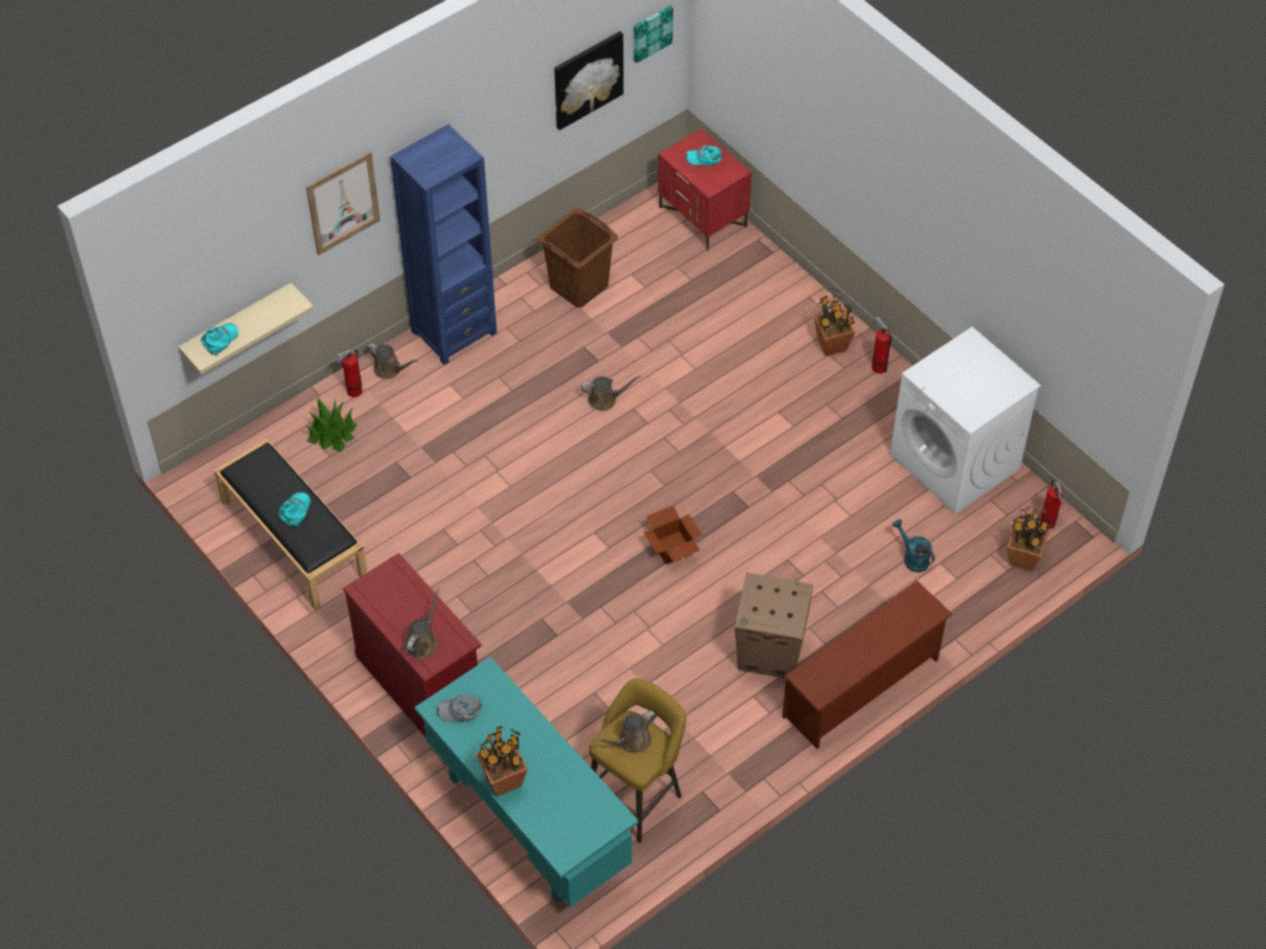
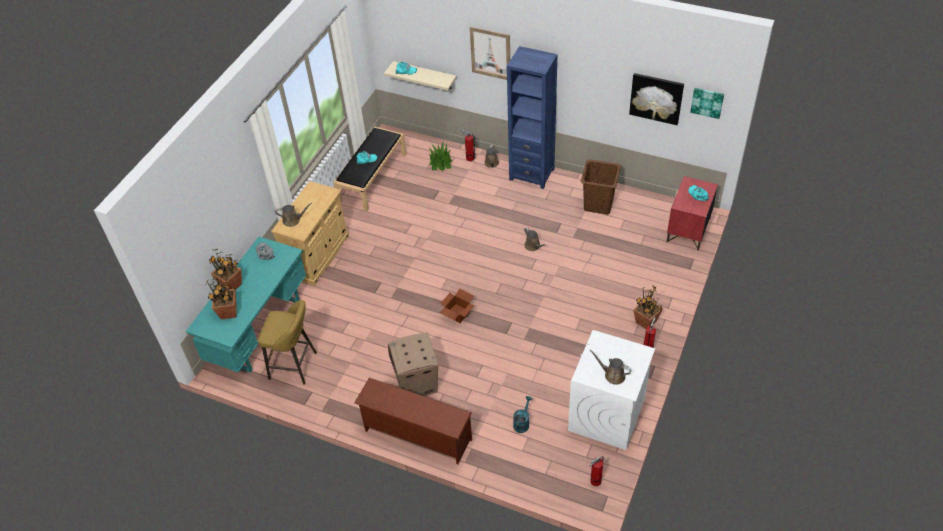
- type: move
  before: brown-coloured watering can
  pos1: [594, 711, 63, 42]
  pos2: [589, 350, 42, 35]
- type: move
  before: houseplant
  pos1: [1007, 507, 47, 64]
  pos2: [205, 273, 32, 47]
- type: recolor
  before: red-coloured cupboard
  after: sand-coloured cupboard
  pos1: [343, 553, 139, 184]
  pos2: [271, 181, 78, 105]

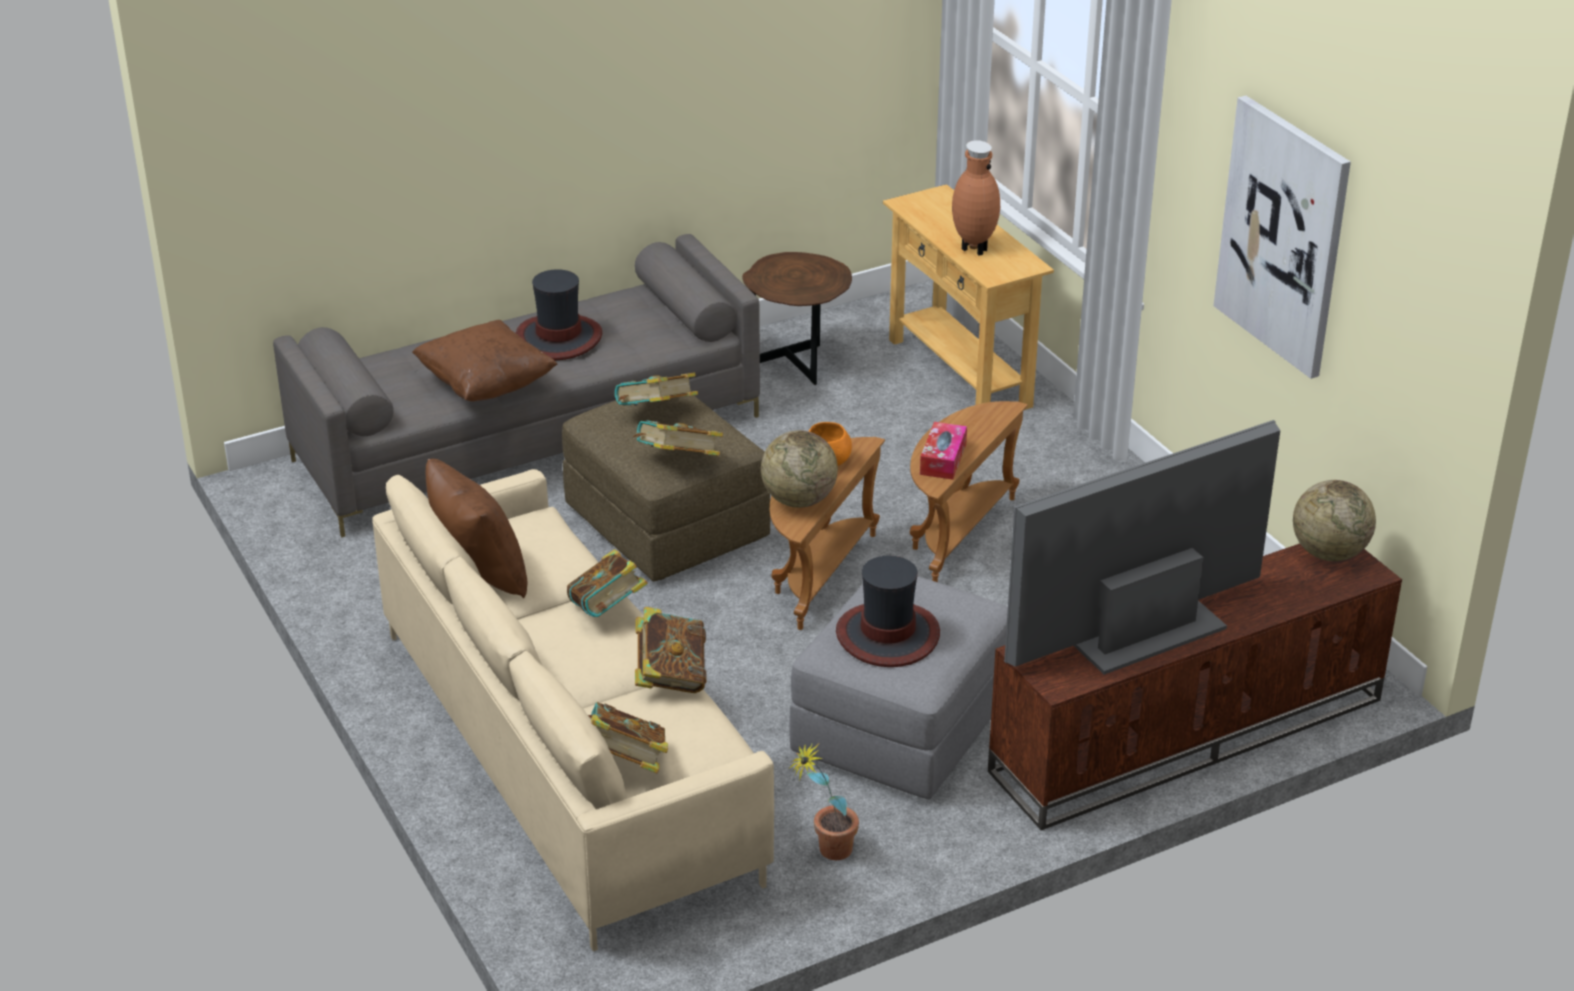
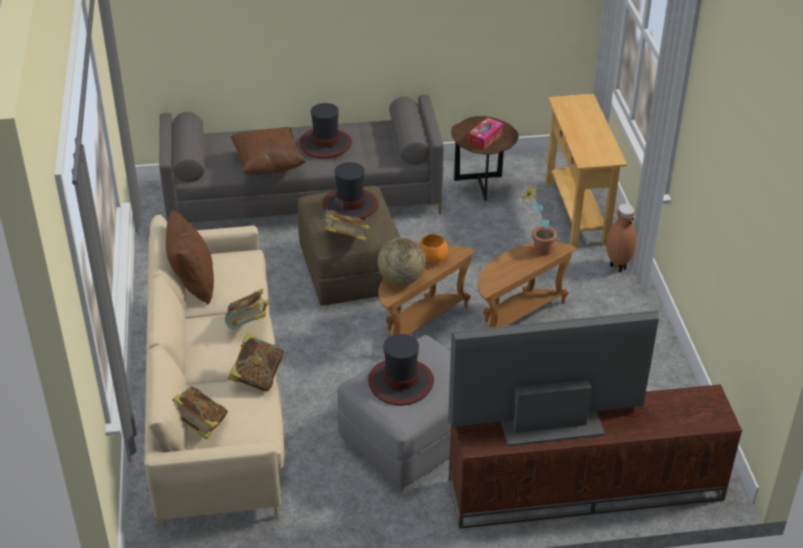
- type: delete
  before: wall picture
  pos1: [1213, 96, 138, 283]
- type: delete
  before: world globe
  pos1: [1293, 480, 83, 81]
- type: move
  before: houseplant
  pos1: [790, 744, 69, 116]
  pos2: [521, 187, 36, 69]
- type: move
  before: box of tissues
  pos1: [920, 422, 47, 58]
  pos2: [468, 117, 36, 33]
- type: move
  before: brown-coloured flower vase
  pos1: [952, 140, 48, 116]
  pos2: [606, 204, 31, 68]
- type: replace
  before: bound book
  after: clothing hat
  pos1: [614, 373, 84, 33]
  pos2: [322, 162, 56, 57]

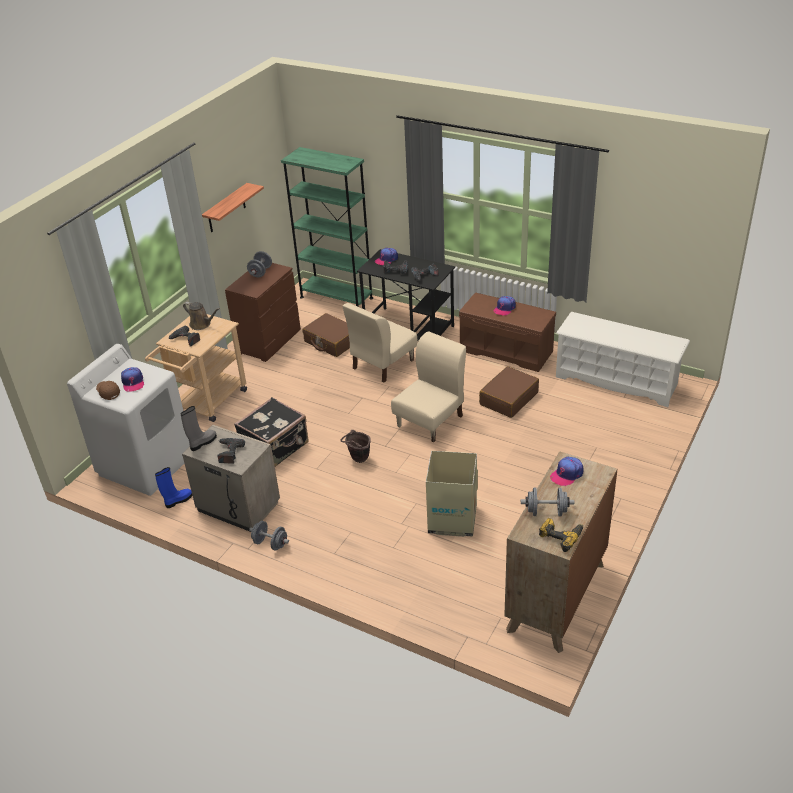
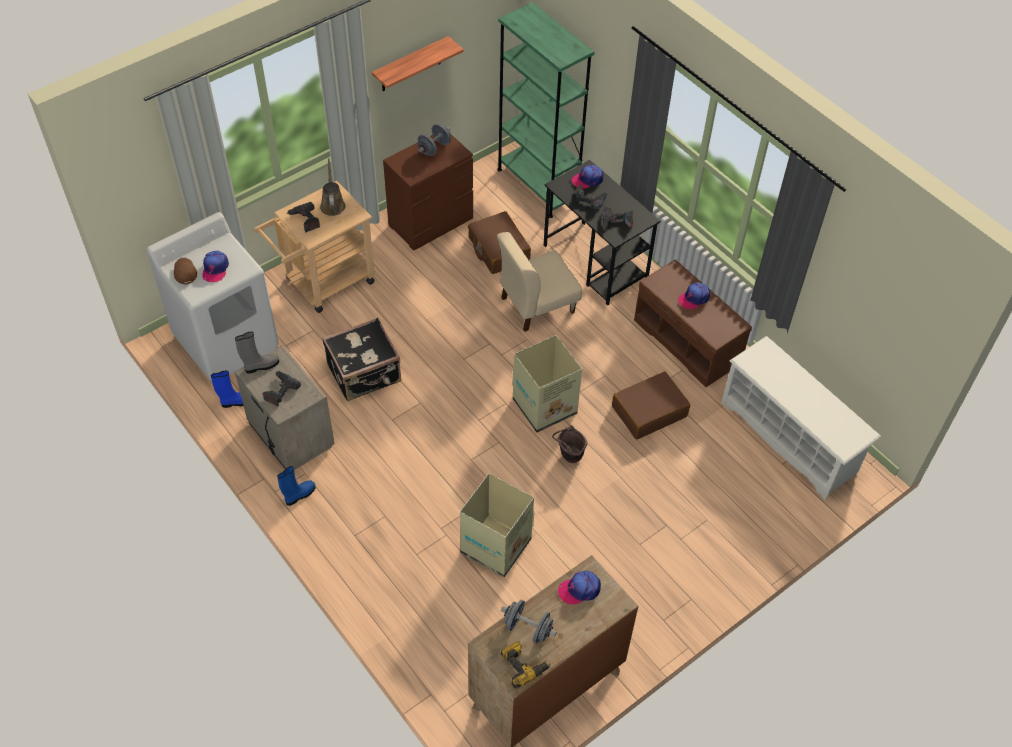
- type: move
  before: brown-coloured bucket
  pos1: [341, 430, 30, 33]
  pos2: [552, 425, 36, 38]
- type: replace
  before: grey hand weight
  after: blue tall boot
  pos1: [249, 521, 40, 29]
  pos2: [277, 466, 38, 40]
- type: replace
  before: sand-coloured chair
  after: packing box
  pos1: [391, 331, 75, 111]
  pos2: [512, 335, 70, 98]
- type: rotate
  before: brown-coloured watering can
  pos1: [183, 302, 37, 28]
  pos2: [320, 158, 26, 58]
  turn: -150

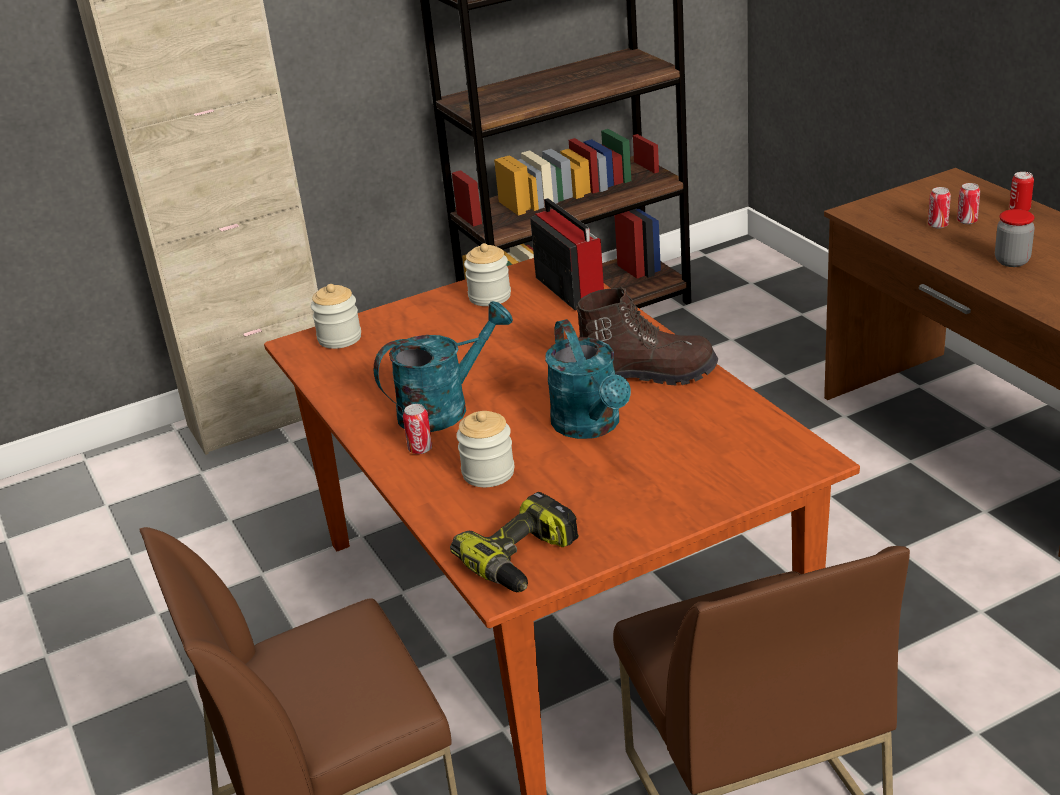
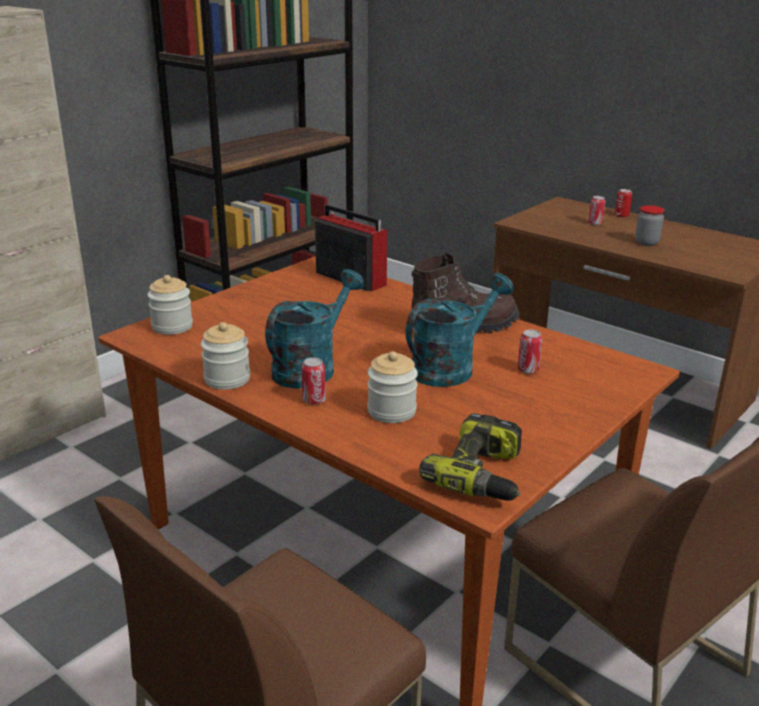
- type: move
  before: jar
  pos1: [464, 243, 47, 63]
  pos2: [201, 322, 49, 68]
- type: move
  before: metal can
  pos1: [928, 187, 23, 41]
  pos2: [518, 329, 24, 45]
- type: rotate
  before: blue-green watering can
  pos1: [545, 319, 86, 120]
  pos2: [406, 273, 108, 114]
  turn: -90

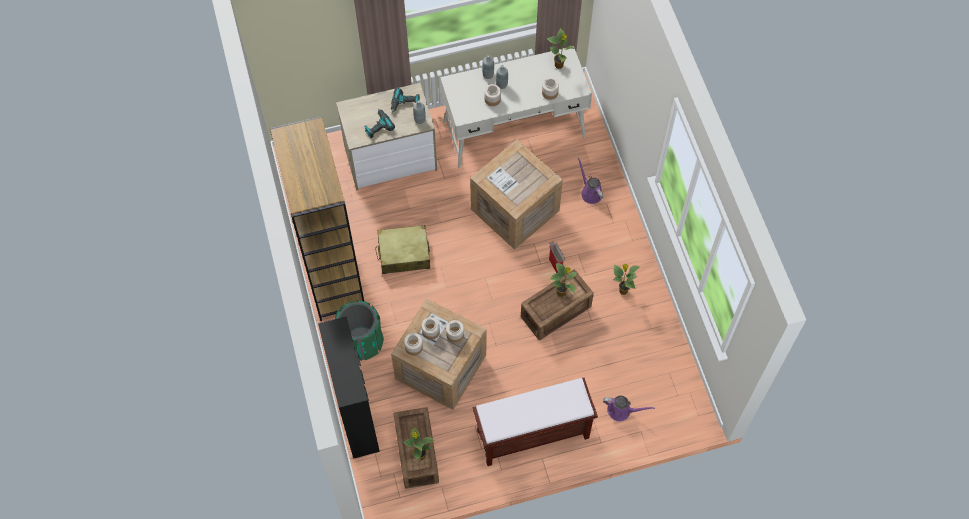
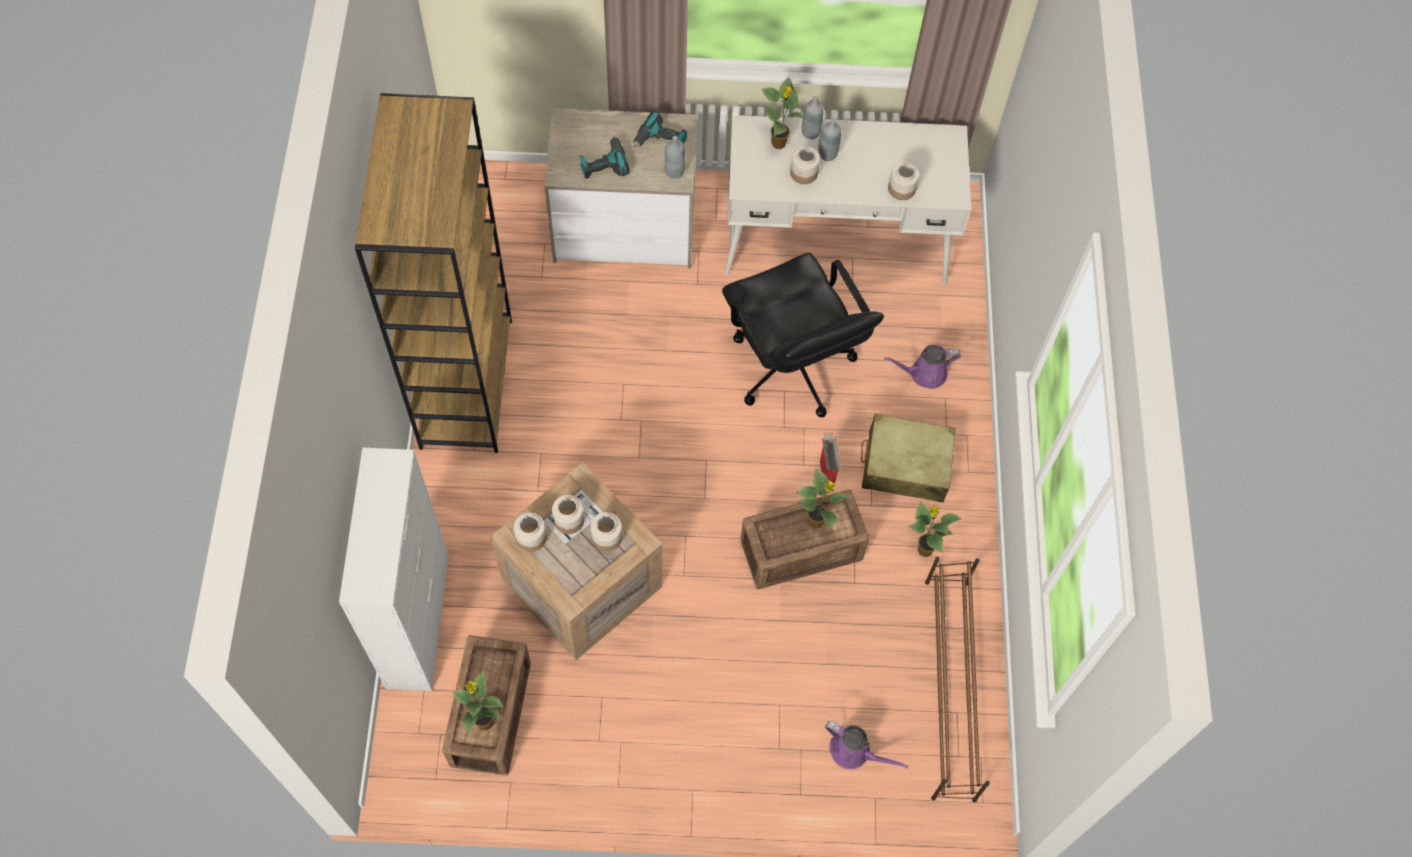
- type: delete
  before: green-coloured trash can
  pos1: [335, 300, 49, 61]
- type: delete
  before: brown-coloured indoor bench
  pos1: [472, 378, 126, 88]
- type: insert
  after: brown-coloured shoe shelf
  pos2: [925, 556, 65, 246]
- type: move
  before: sand-coloured travel case
  pos1: [375, 225, 55, 49]
  pos2: [861, 414, 95, 88]
- type: move
  before: houseplant
  pos1: [547, 28, 28, 41]
  pos2: [762, 76, 42, 73]
- type: replace
  before: packing crate
  after: black office chair
  pos1: [470, 140, 93, 110]
  pos2: [722, 253, 162, 164]
- type: recolor
  before: black cupboard
  after: white-coloured cupboard
  pos1: [318, 316, 62, 143]
  pos2: [339, 447, 110, 244]
- type: rotate
  before: purple-coloured watering can
  pos1: [578, 158, 25, 46]
  pos2: [884, 345, 77, 44]
  turn: -90

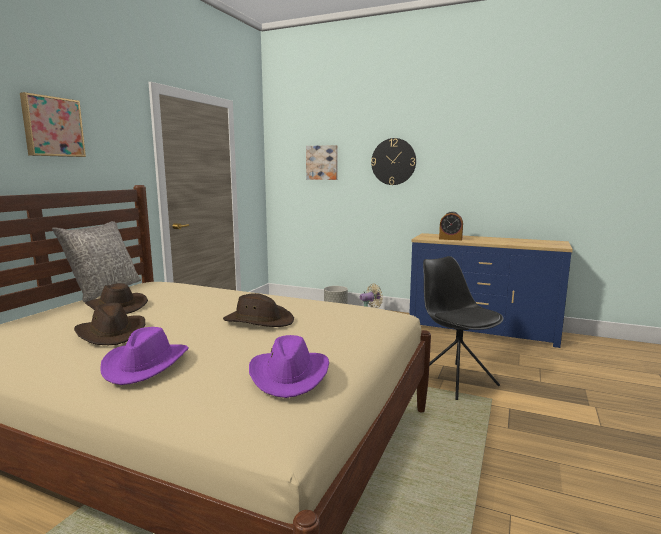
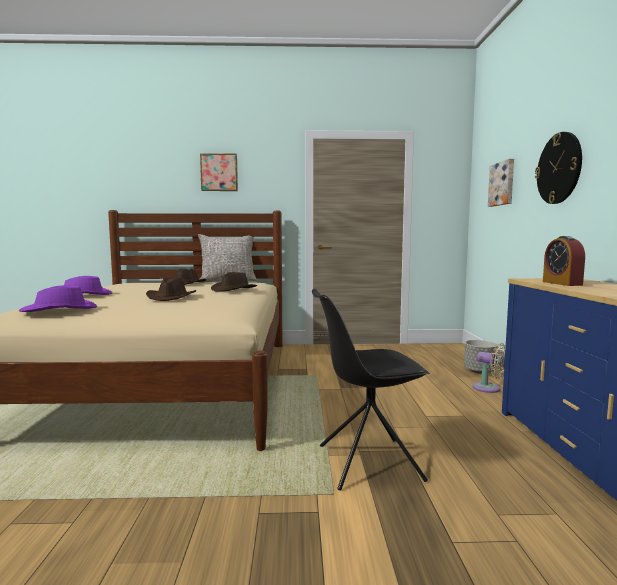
- type: move
  before: brown-coloured clothing hat
  pos1: [74, 303, 71, 42]
  pos2: [211, 272, 46, 20]
- type: rotate
  before: black chair
  pos1: [423, 256, 81, 144]
  pos2: [312, 289, 118, 202]
  turn: -135

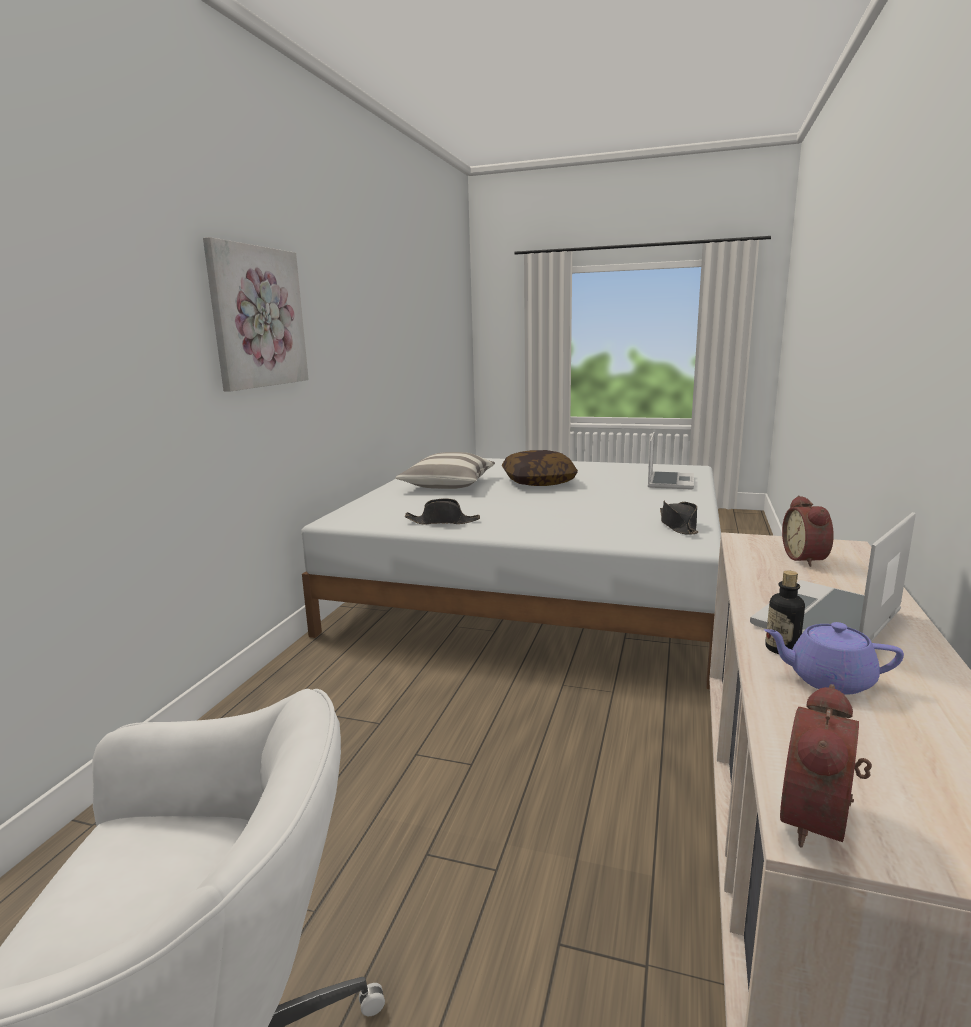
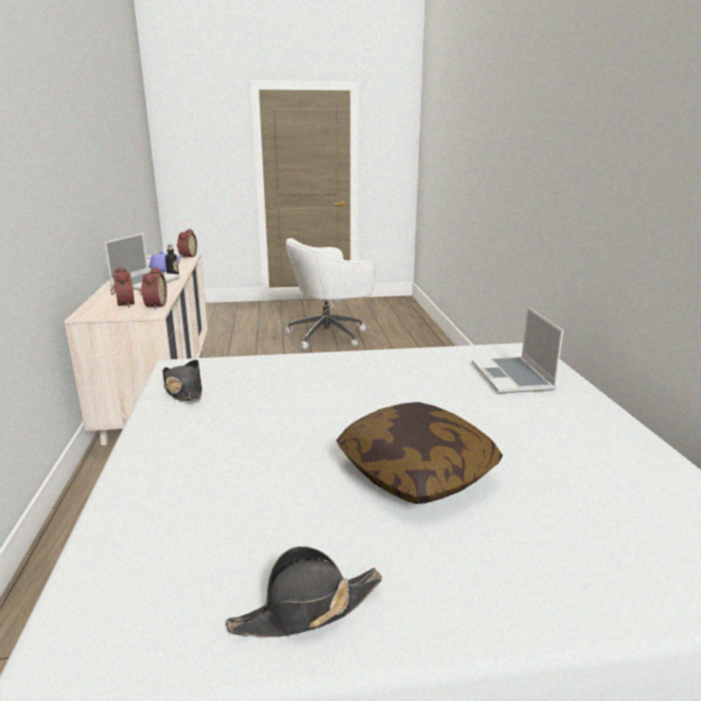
- type: delete
  before: wall picture
  pos1: [203, 237, 106, 154]
- type: delete
  before: throw pillow
  pos1: [395, 452, 100, 37]
- type: insert
  after: table clock
  pos2: [140, 267, 27, 43]
- type: move
  before: black clothing hat
  pos1: [405, 498, 75, 27]
  pos2: [226, 546, 156, 91]
- type: move
  before: notebook computer
  pos1: [648, 432, 46, 58]
  pos2: [472, 307, 91, 86]

